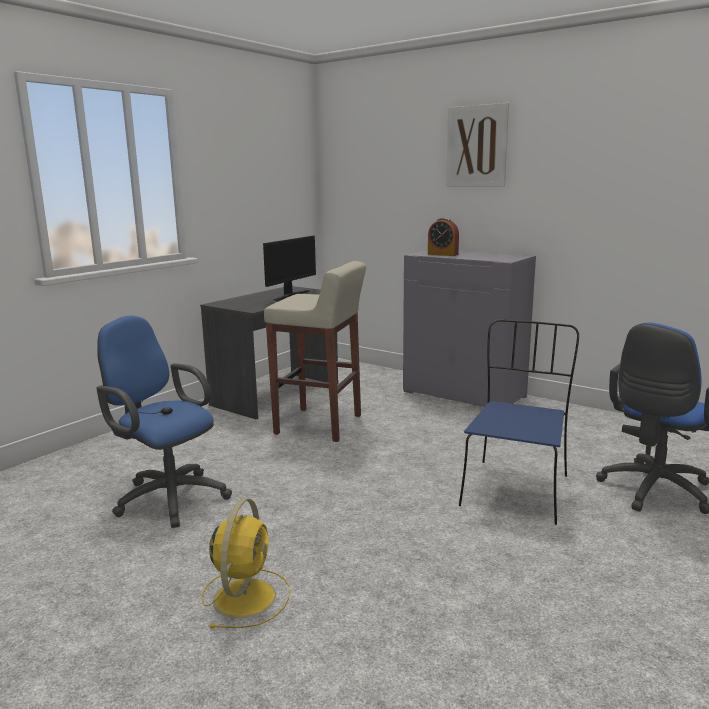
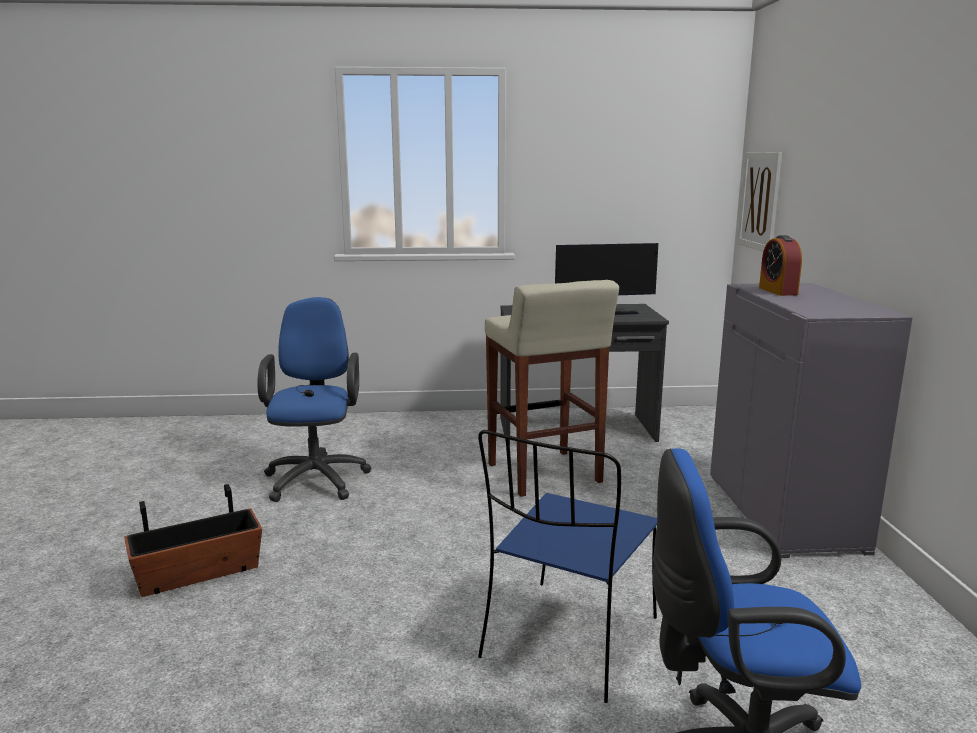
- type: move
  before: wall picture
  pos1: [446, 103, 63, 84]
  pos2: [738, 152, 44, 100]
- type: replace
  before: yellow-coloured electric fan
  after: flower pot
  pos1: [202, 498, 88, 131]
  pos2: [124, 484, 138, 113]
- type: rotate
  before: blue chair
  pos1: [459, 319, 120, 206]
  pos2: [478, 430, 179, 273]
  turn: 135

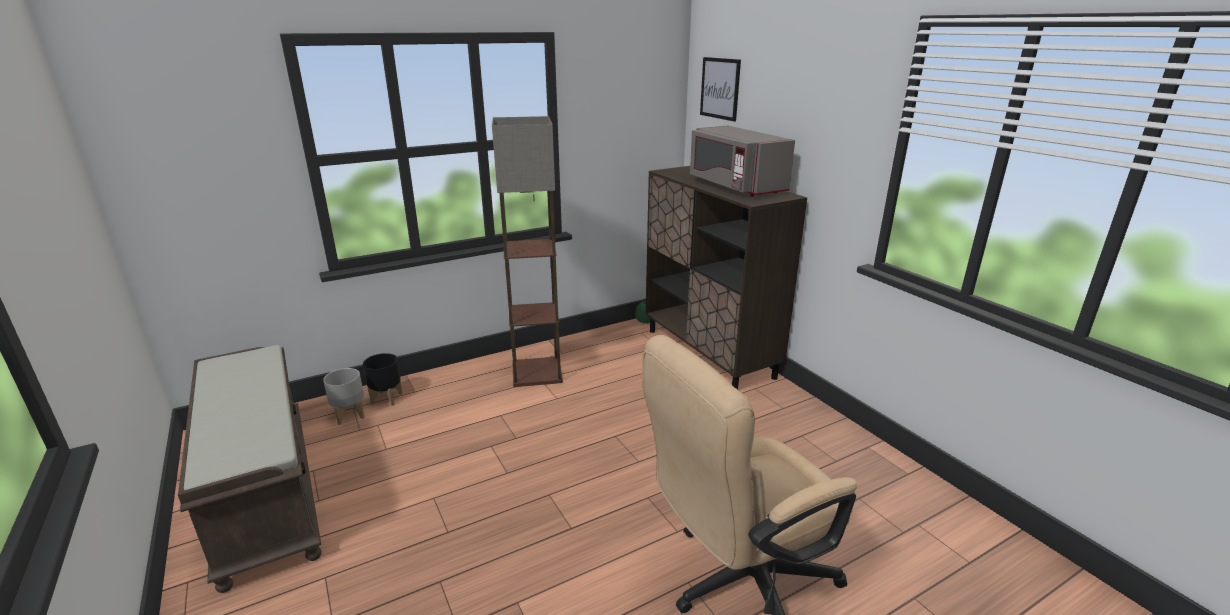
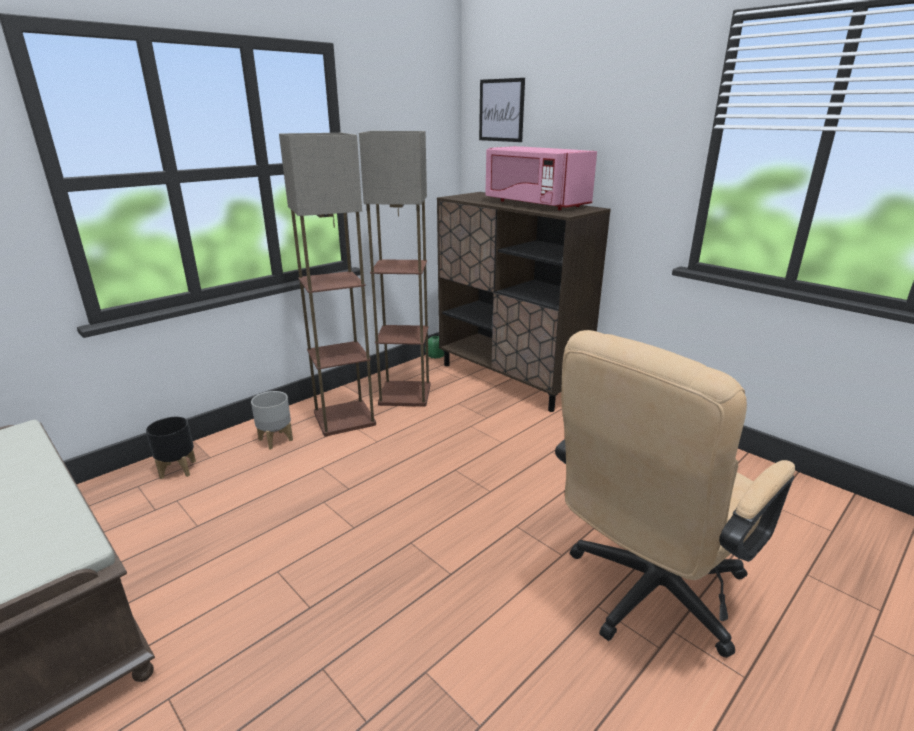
- type: insert
  after: floor lamp
  pos2: [359, 131, 72, 276]
- type: move
  before: grey flower pot
  pos1: [323, 368, 42, 57]
  pos2: [251, 391, 42, 58]
- type: recolor
  before: grey kitchen microwave
  after: pink-coloured kitchen microwave
  pos1: [690, 126, 105, 71]
  pos2: [485, 146, 112, 64]

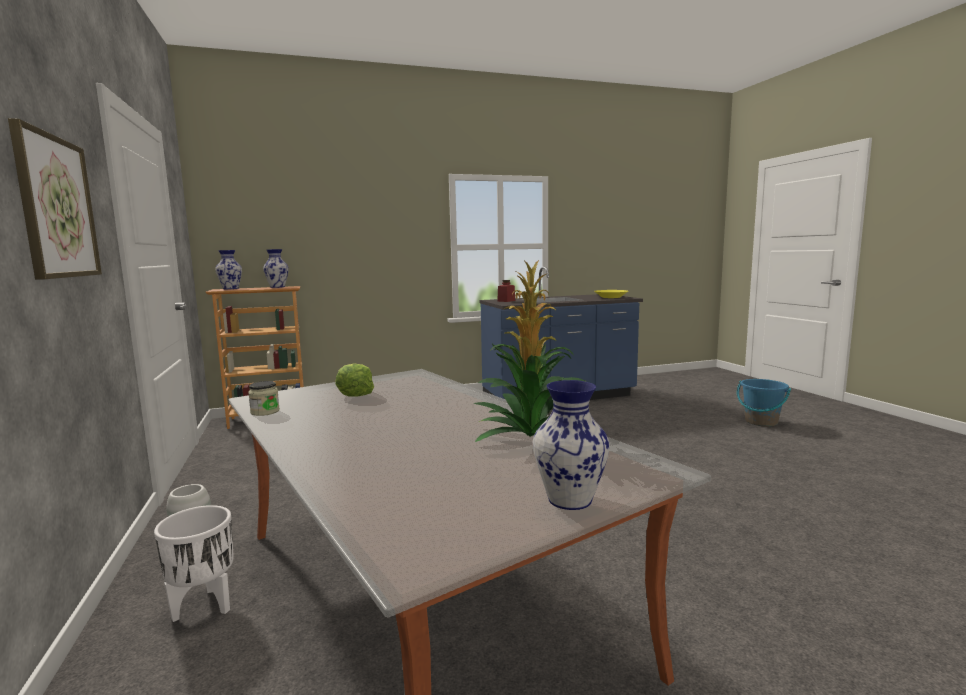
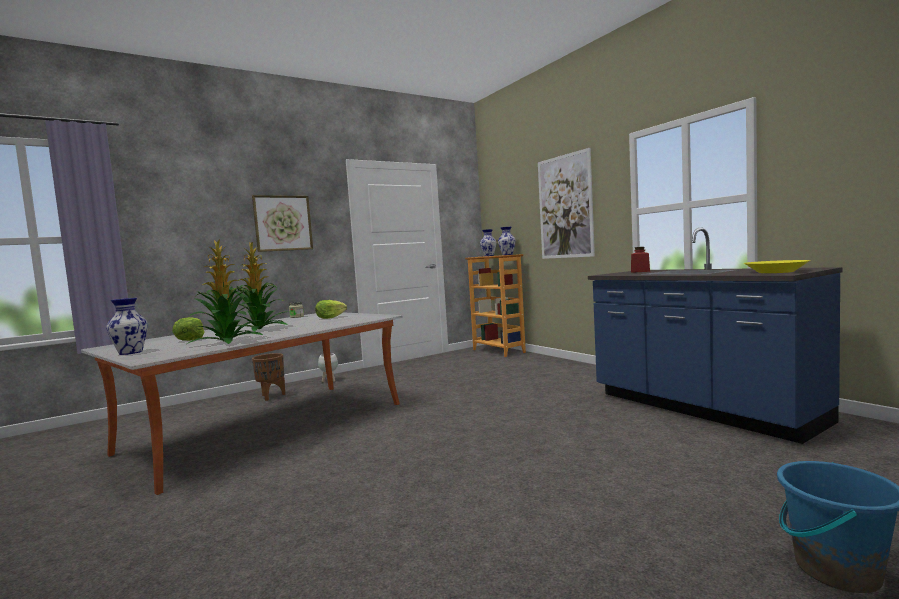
- type: insert
  after: lettuce
  pos2: [172, 317, 33, 24]
- type: insert
  after: houseplant
  pos2: [236, 242, 52, 89]
- type: insert
  after: wall picture
  pos2: [538, 148, 57, 111]
- type: recolor
  before: white-coloured flower pot
  after: brown-coloured flower pot
  pos1: [154, 505, 80, 117]
  pos2: [252, 353, 33, 48]

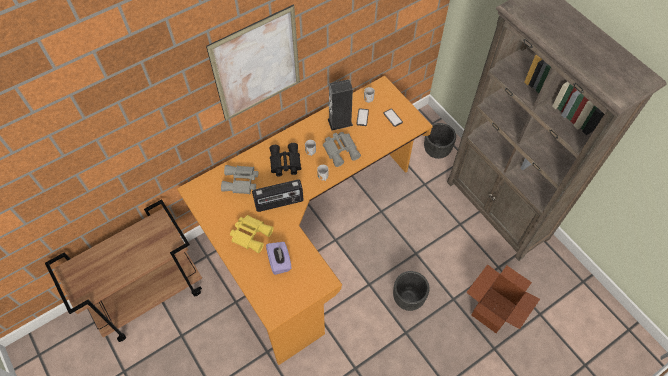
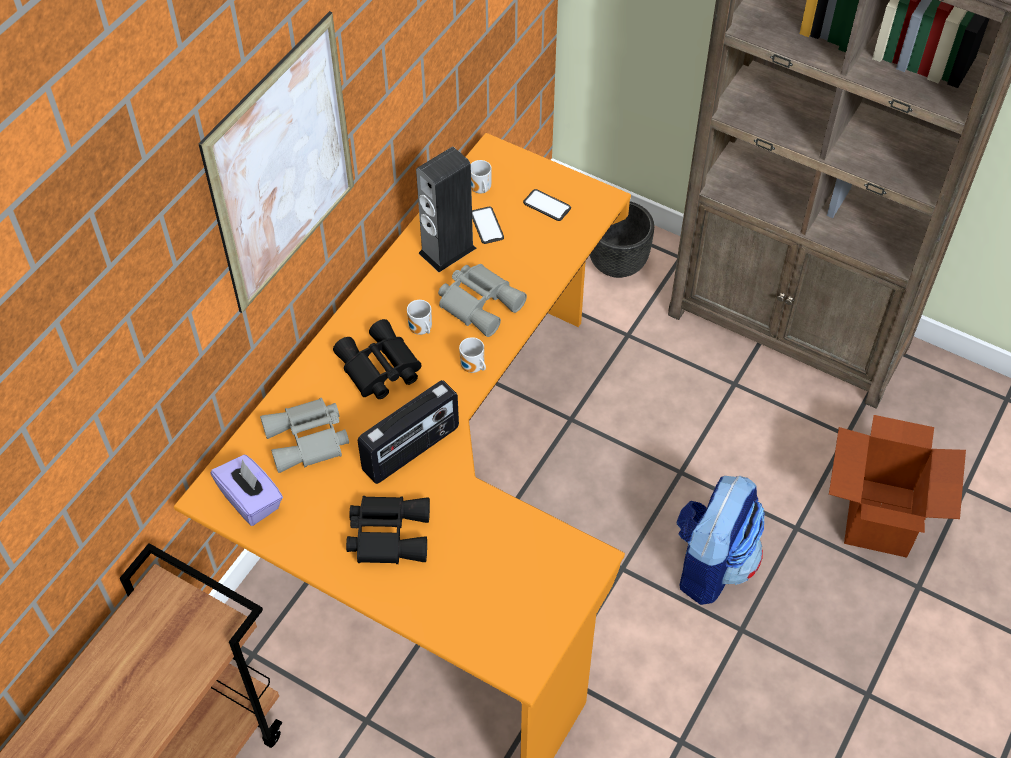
- type: move
  before: purple-coloured box of tissues
  pos1: [266, 242, 26, 33]
  pos2: [210, 455, 73, 71]
- type: replace
  before: black flower pot
  after: rucksack
  pos1: [393, 271, 36, 40]
  pos2: [677, 476, 88, 129]
- type: recolor
  before: yellow-coloured field glasses
  after: black field glasses
  pos1: [230, 215, 44, 38]
  pos2: [346, 496, 84, 68]

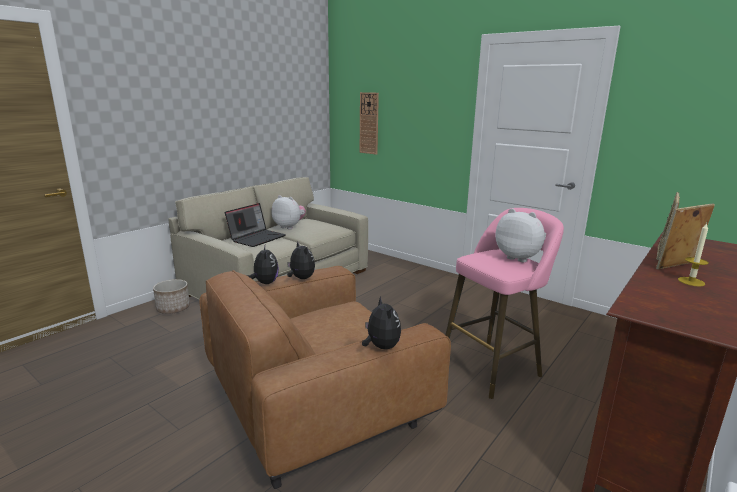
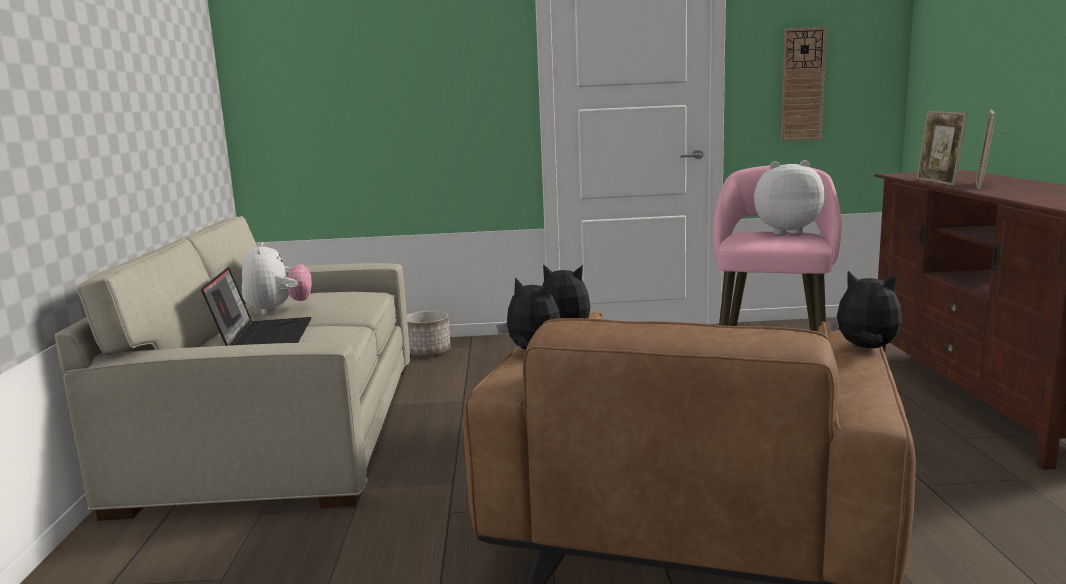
- type: delete
  before: wax candle
  pos1: [678, 223, 31, 64]
- type: move
  before: flower pot
  pos1: [153, 279, 37, 35]
  pos2: [407, 311, 44, 45]
- type: move
  before: clock on the wall
  pos1: [360, 92, 19, 63]
  pos2: [781, 27, 45, 114]
- type: rotate
  before: soft toy
  pos1: [272, 195, 34, 35]
  pos2: [242, 242, 70, 73]
  turn: 90

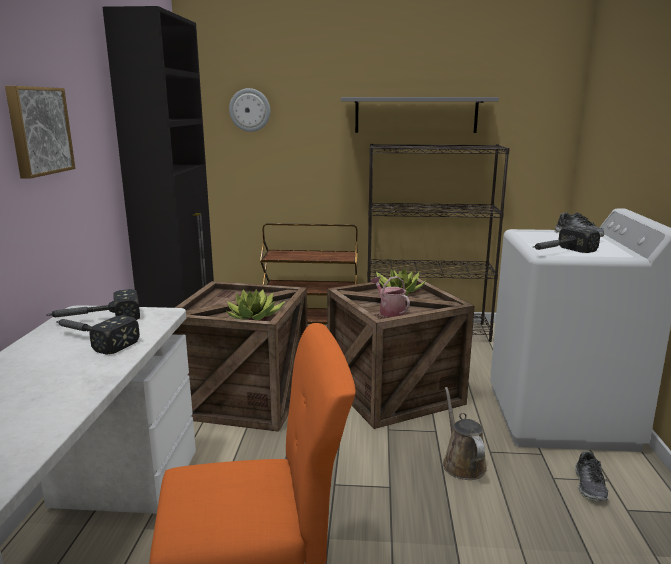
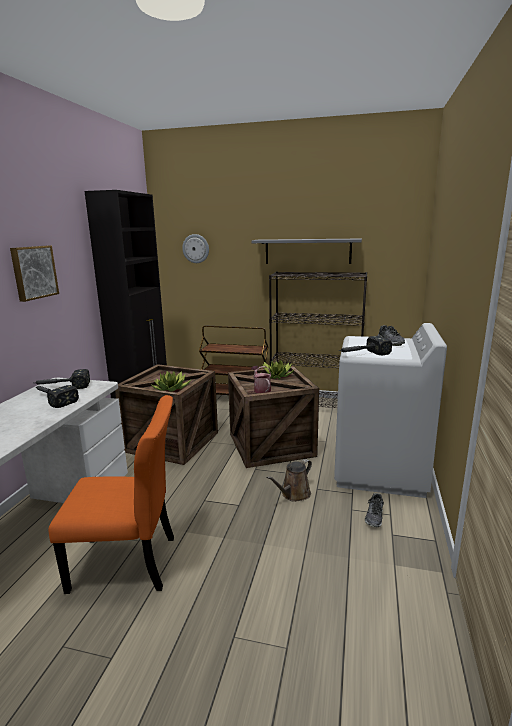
- type: rotate
  before: brown-coloured watering can
  pos1: [443, 387, 44, 93]
  pos2: [267, 459, 45, 43]
  turn: -135

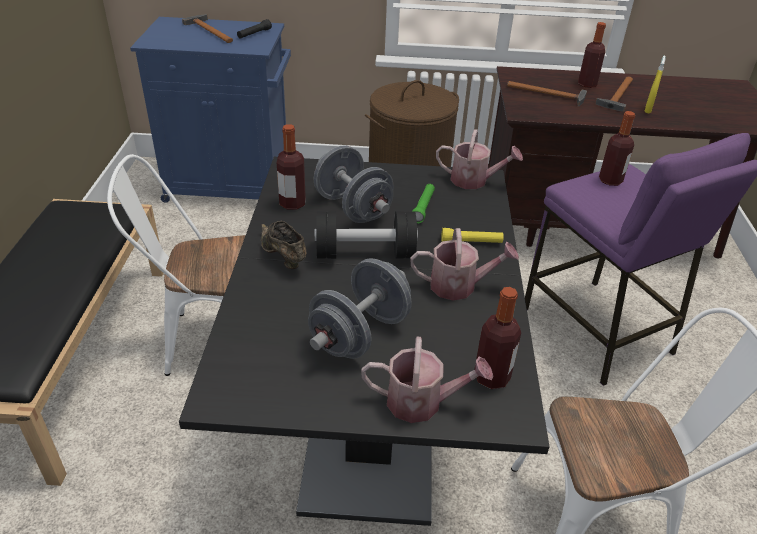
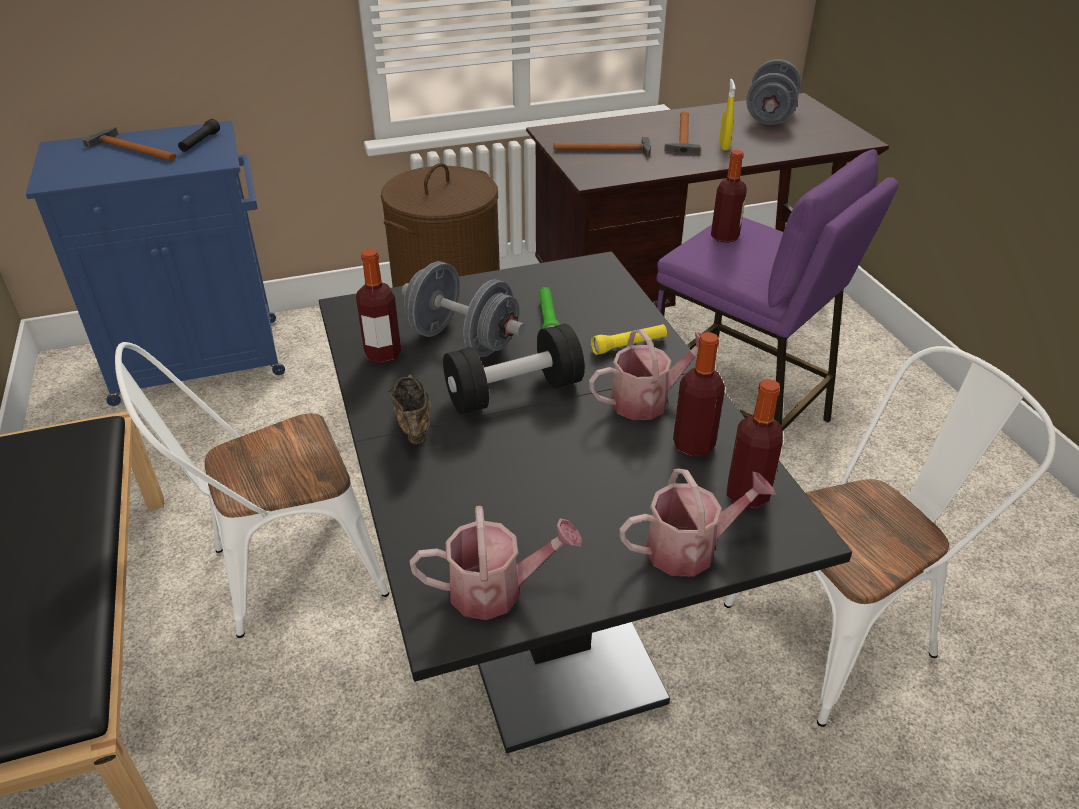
- type: move
  before: grey hand weight
  pos1: [308, 258, 104, 101]
  pos2: [746, 59, 55, 66]
- type: move
  before: watering can
  pos1: [436, 129, 87, 60]
  pos2: [410, 506, 172, 114]
- type: move
  before: beverage bottle
  pos1: [578, 22, 28, 66]
  pos2: [673, 332, 52, 125]
- type: rotate
  before: brown-coloured low shoe
  pos1: [261, 221, 46, 48]
  pos2: [388, 375, 43, 70]
  turn: 45

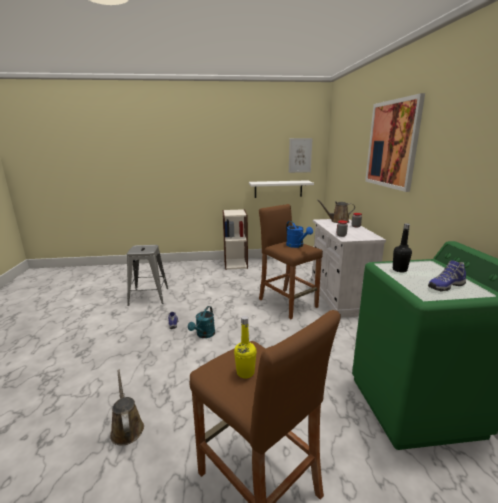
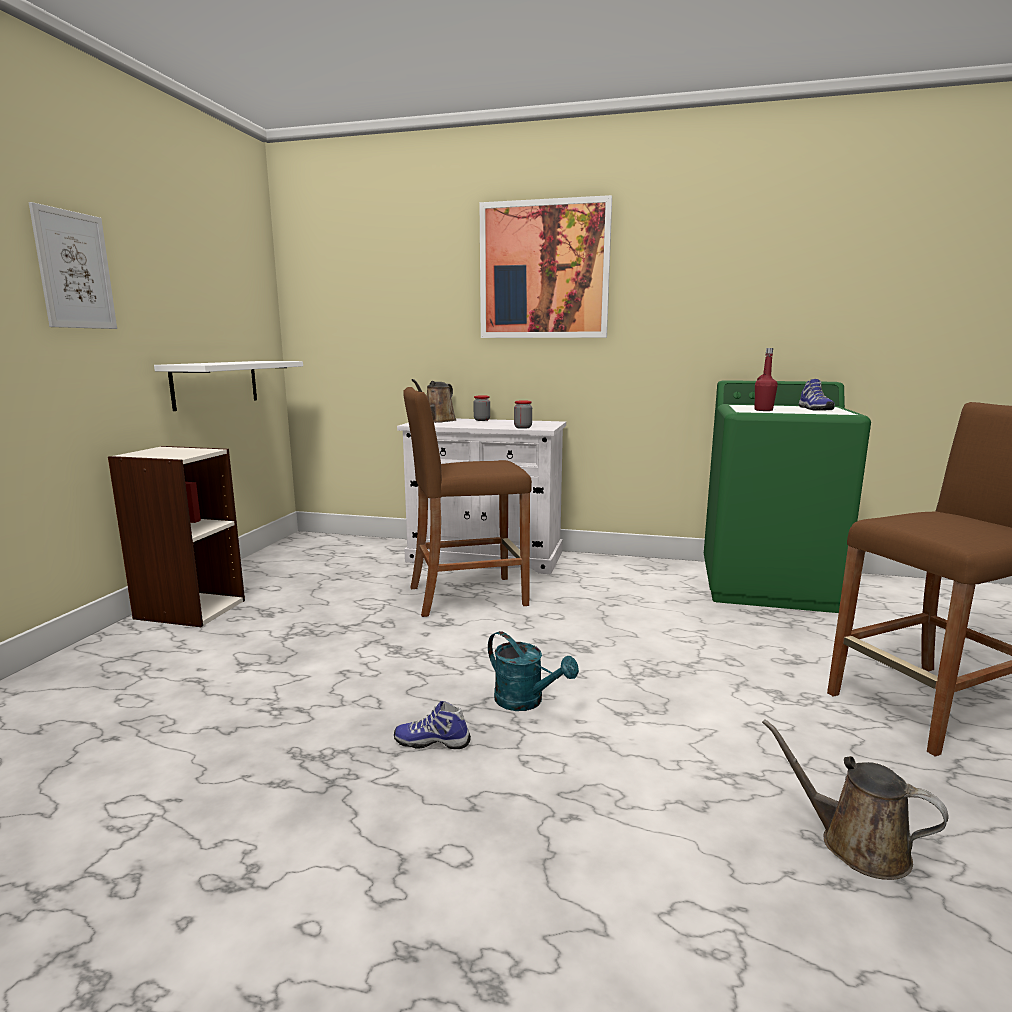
- type: delete
  before: grey sitting stool
  pos1: [127, 245, 41, 61]
- type: delete
  before: yellow-coloured beverage bottle
  pos1: [234, 316, 22, 62]
- type: delete
  before: blue watering can
  pos1: [286, 221, 27, 27]
- type: move
  before: wall picture
  pos1: [289, 138, 24, 35]
  pos2: [29, 202, 88, 127]
- type: recolor
  before: black beverage bottle
  after: red-coloured beverage bottle
  pos1: [393, 223, 19, 49]
  pos2: [755, 348, 23, 63]
- type: rotate
  before: brown-coloured watering can
  pos1: [110, 370, 34, 75]
  pos2: [762, 719, 186, 161]
  turn: 45

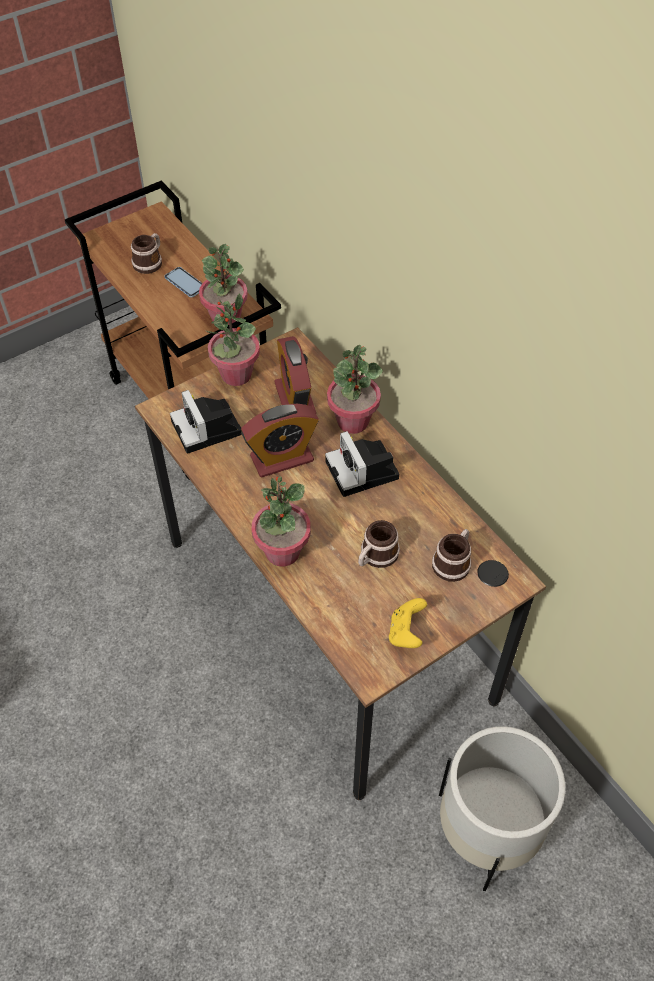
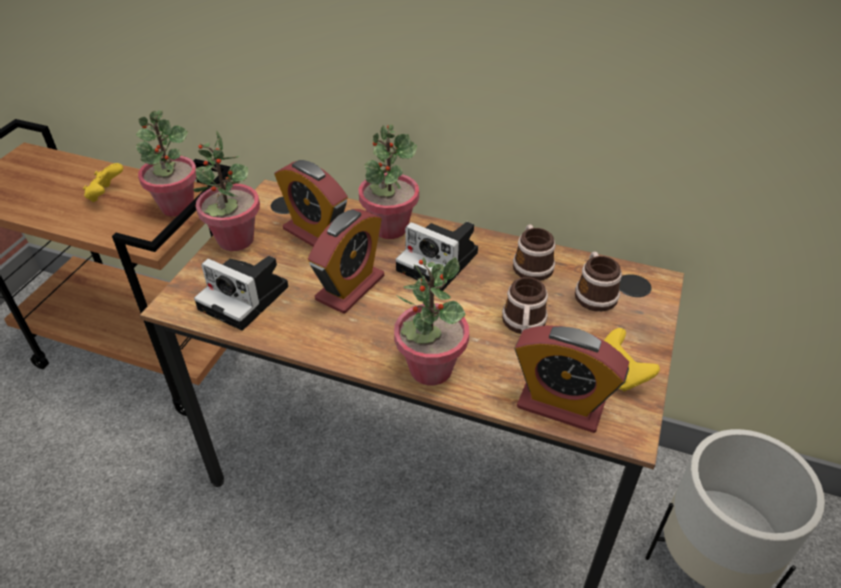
- type: insert
  after: table clock
  pos2: [514, 325, 115, 108]
- type: move
  before: coffee mug
  pos1: [131, 233, 31, 41]
  pos2: [513, 224, 43, 57]
- type: replace
  before: phone
  after: yellow-coloured game controller
  pos1: [164, 267, 38, 31]
  pos2: [83, 163, 40, 39]

